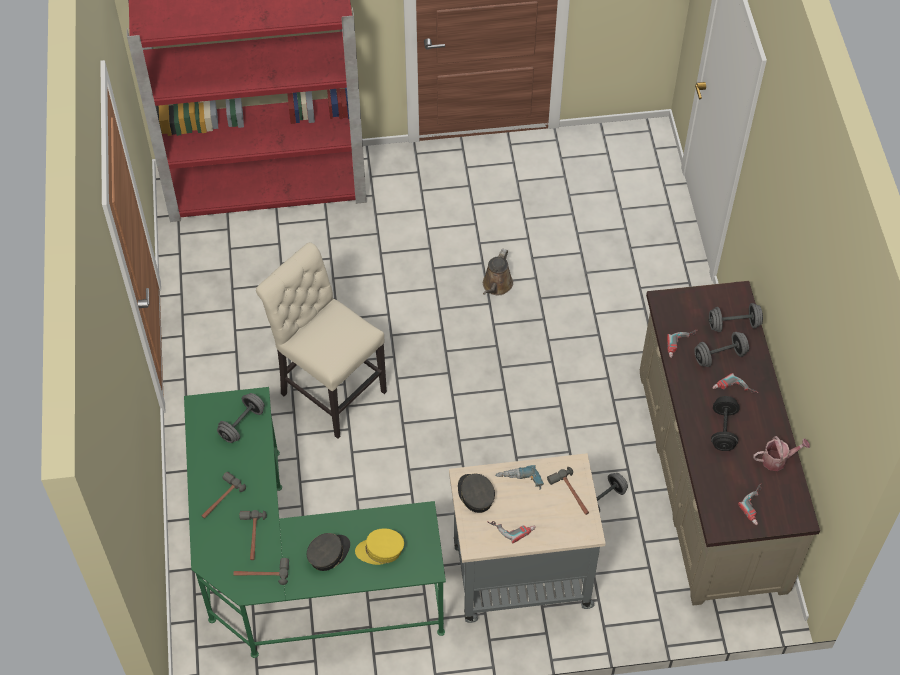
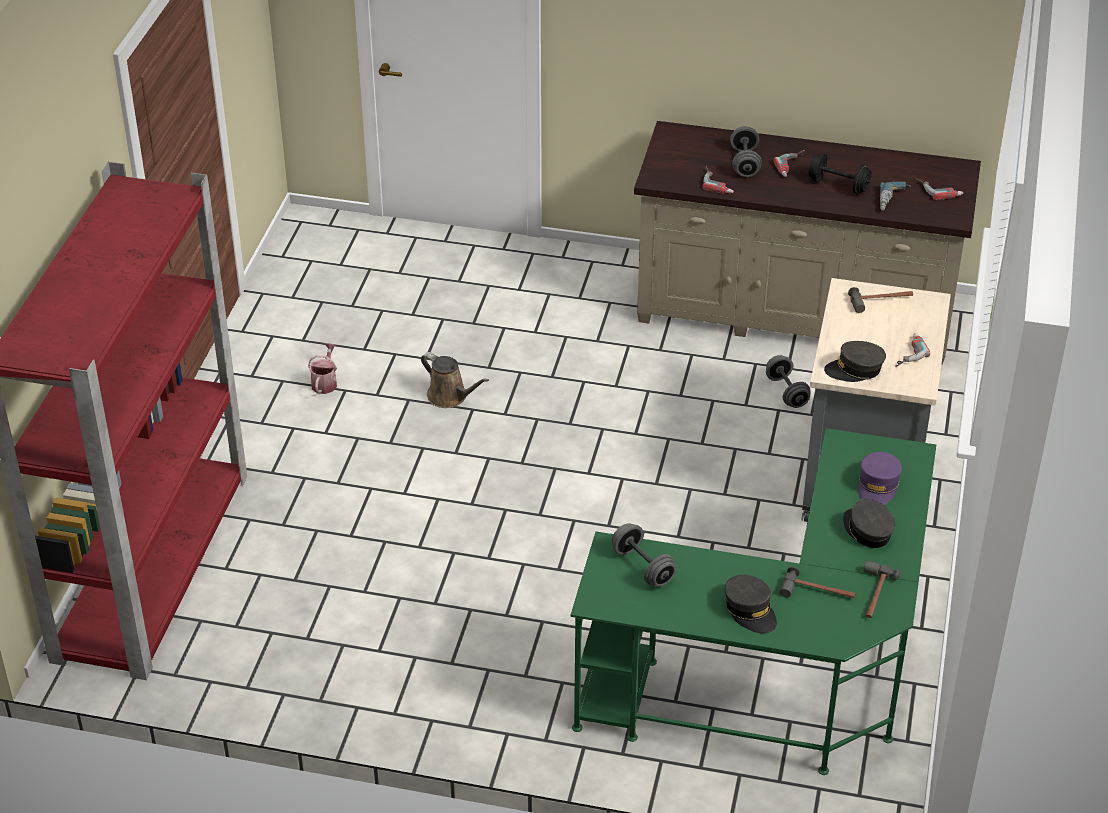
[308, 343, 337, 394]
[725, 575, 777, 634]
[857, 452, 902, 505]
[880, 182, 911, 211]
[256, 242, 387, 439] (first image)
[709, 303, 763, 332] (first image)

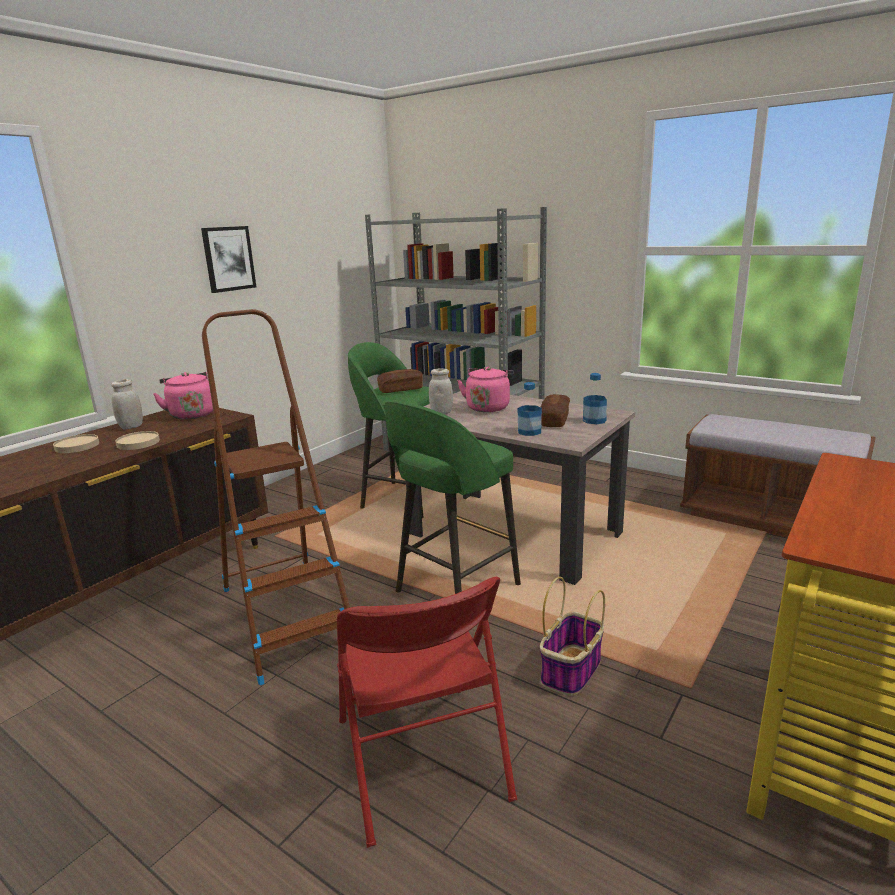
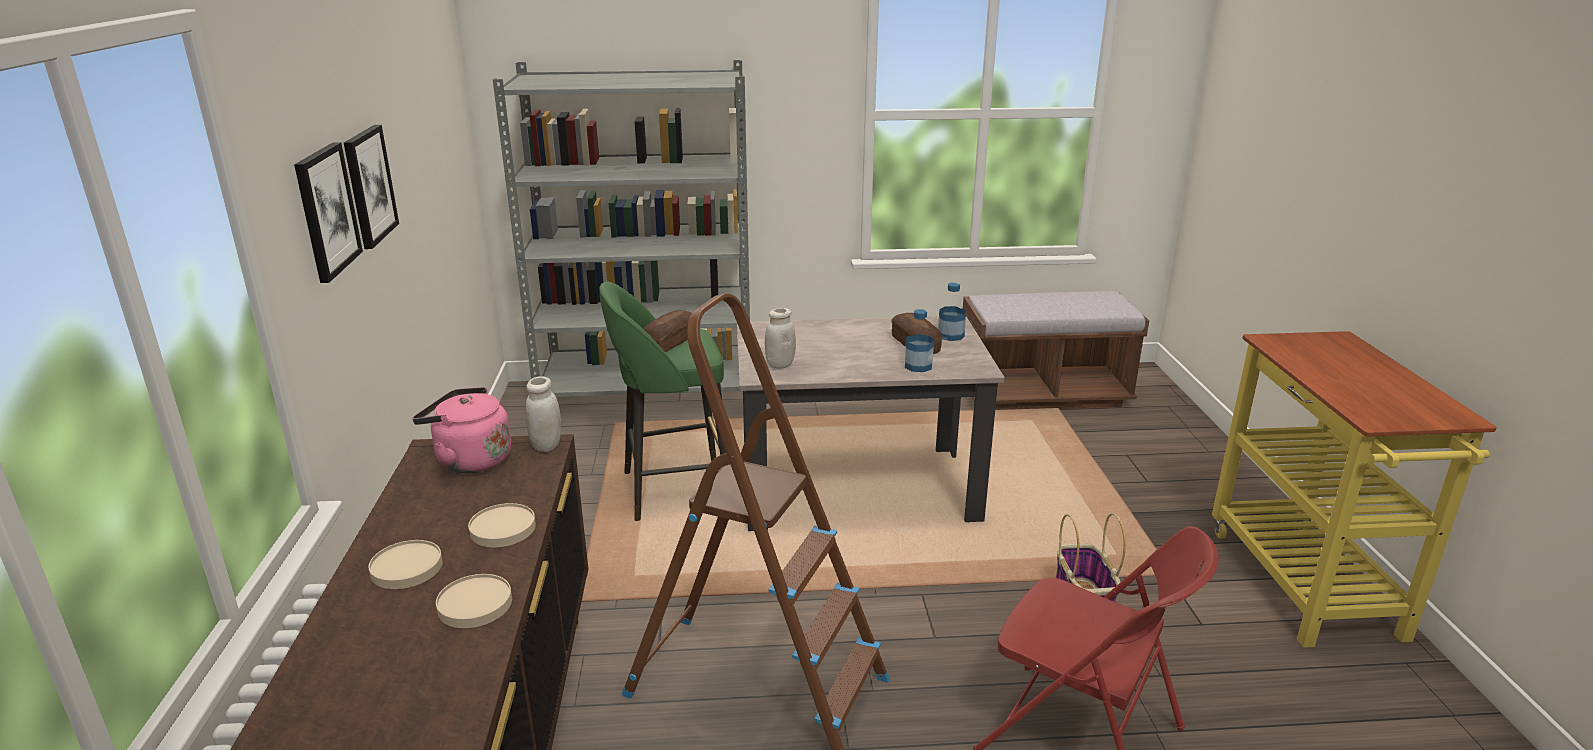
[294, 142, 363, 283]
[436, 574, 512, 628]
[525, 376, 561, 452]
[385, 400, 521, 594] (first image)
[457, 367, 513, 412] (first image)

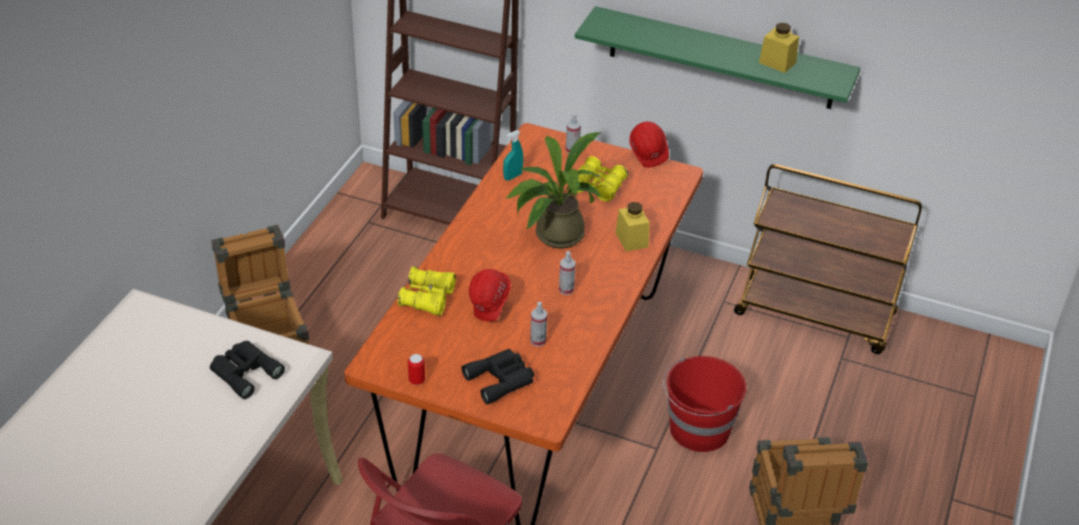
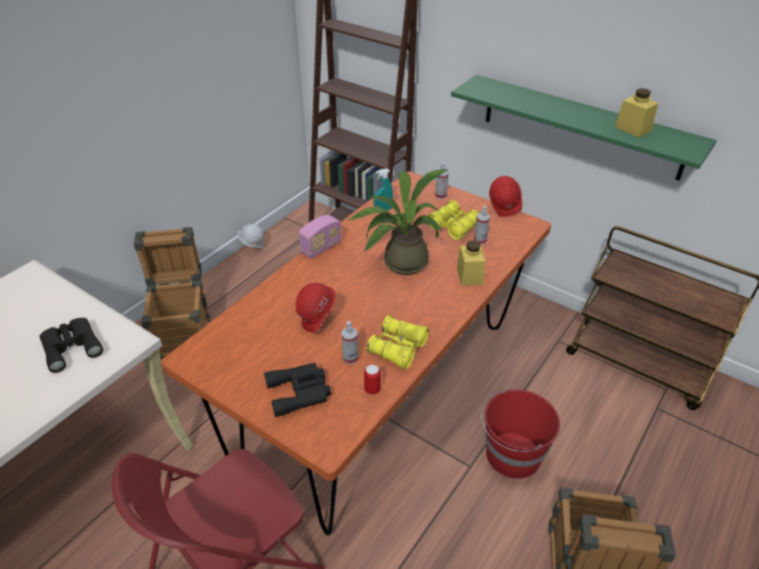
[237, 224, 264, 248]
[298, 215, 341, 259]
[364, 365, 381, 395]
[366, 315, 429, 369]
[474, 206, 490, 244]

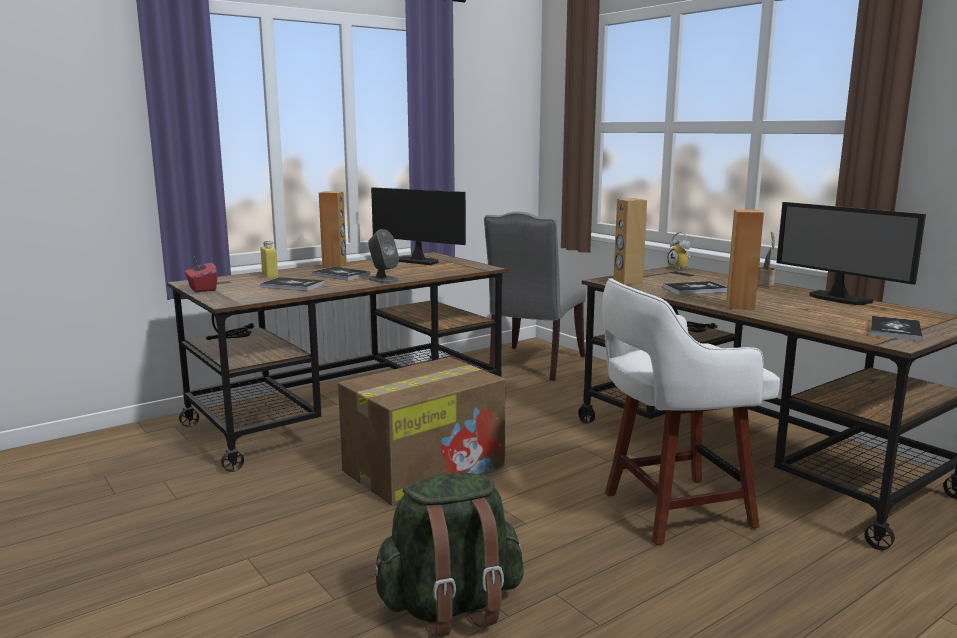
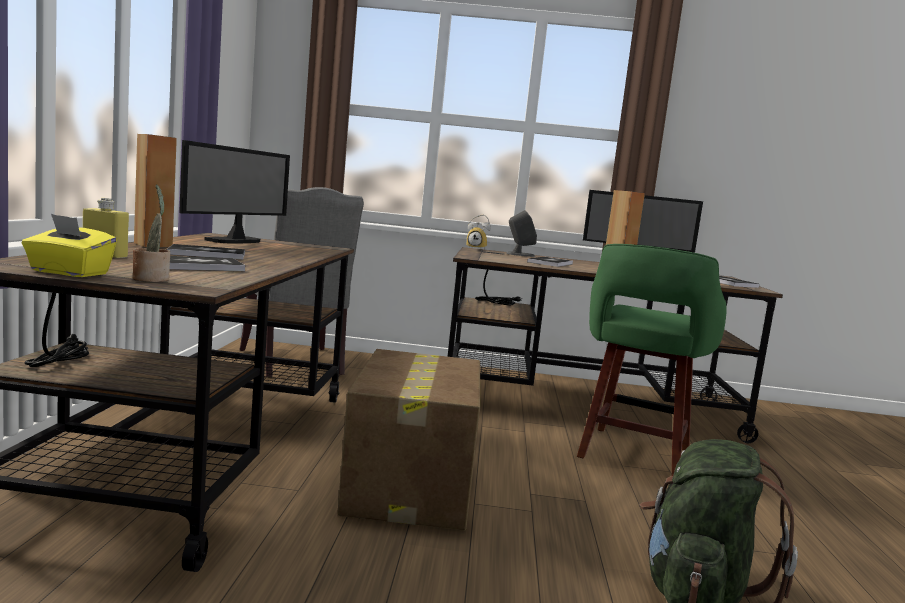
[22, 214, 117, 277]
[132, 184, 170, 282]
[179, 140, 290, 244]
[506, 210, 537, 257]
[577, 244, 727, 476]
[613, 198, 647, 285] (first image)

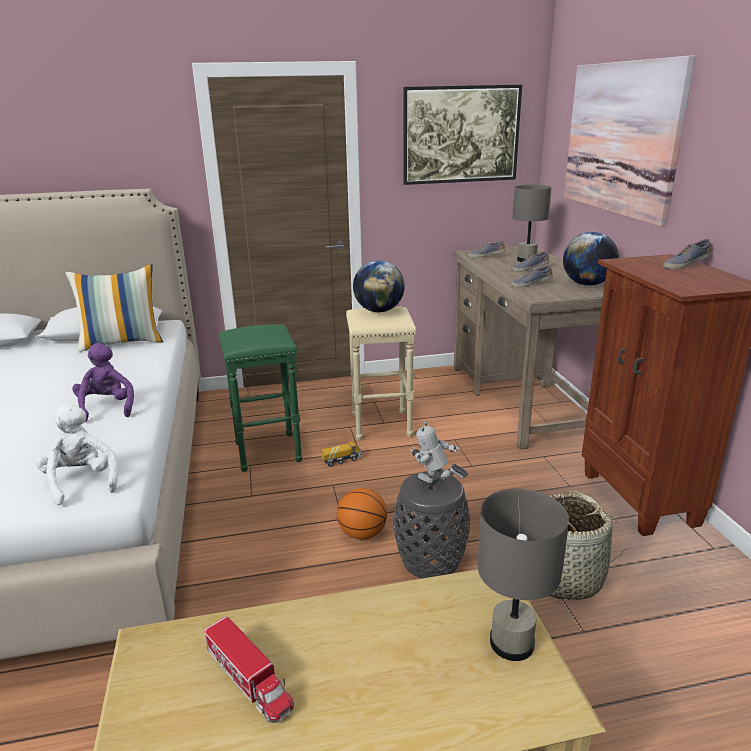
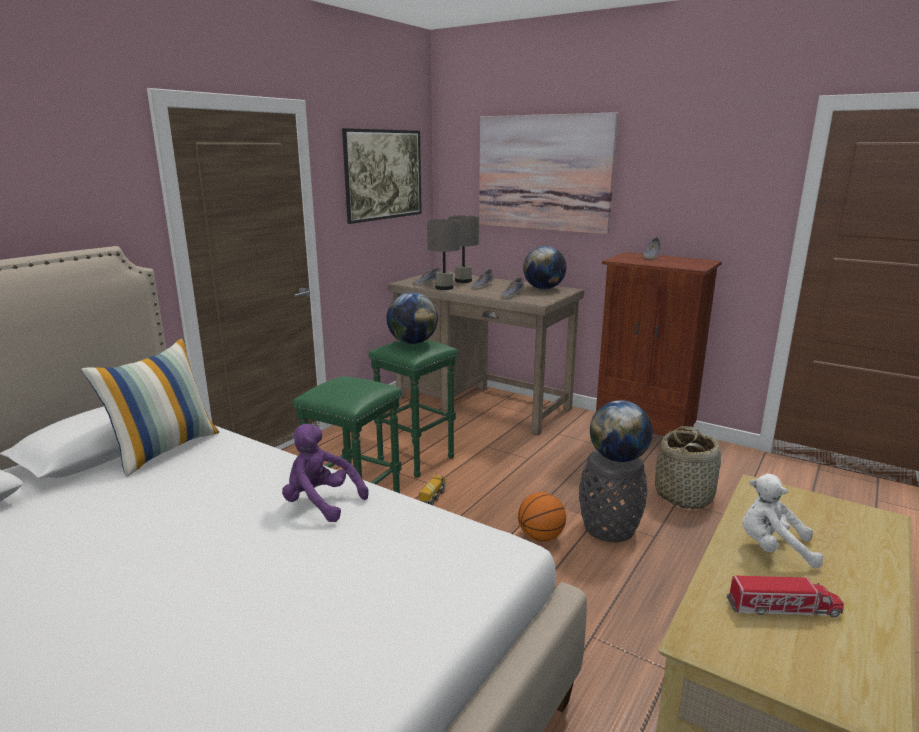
[369, 340, 458, 478]
[427, 219, 460, 290]
[590, 400, 653, 462]
[743, 474, 823, 568]

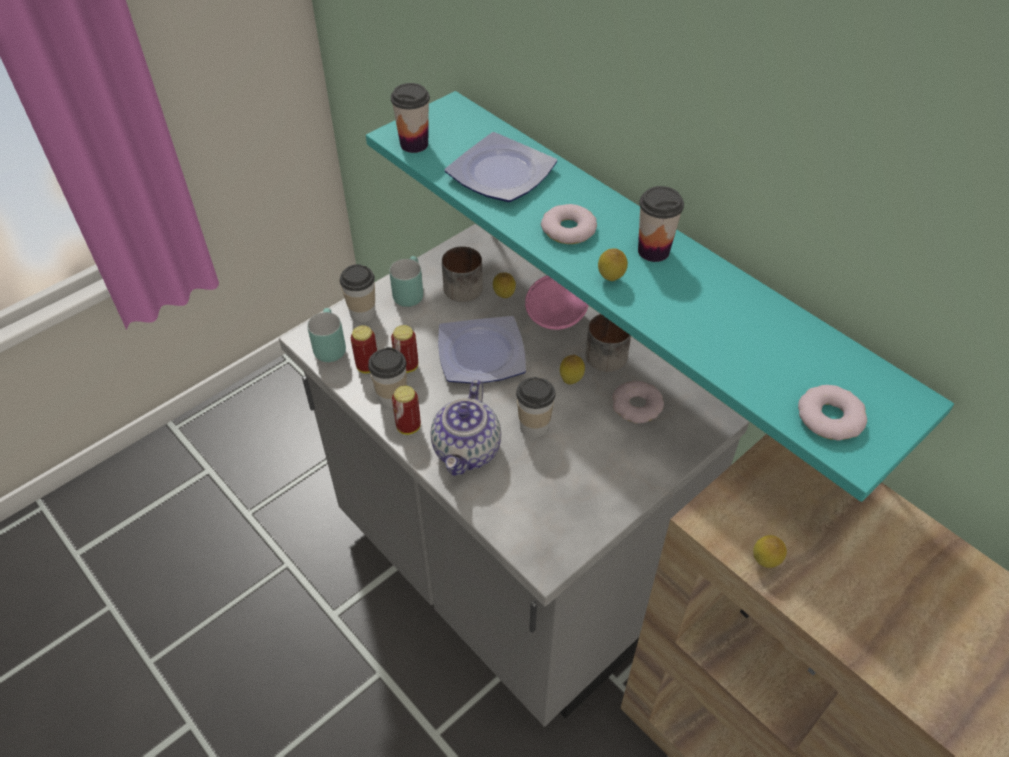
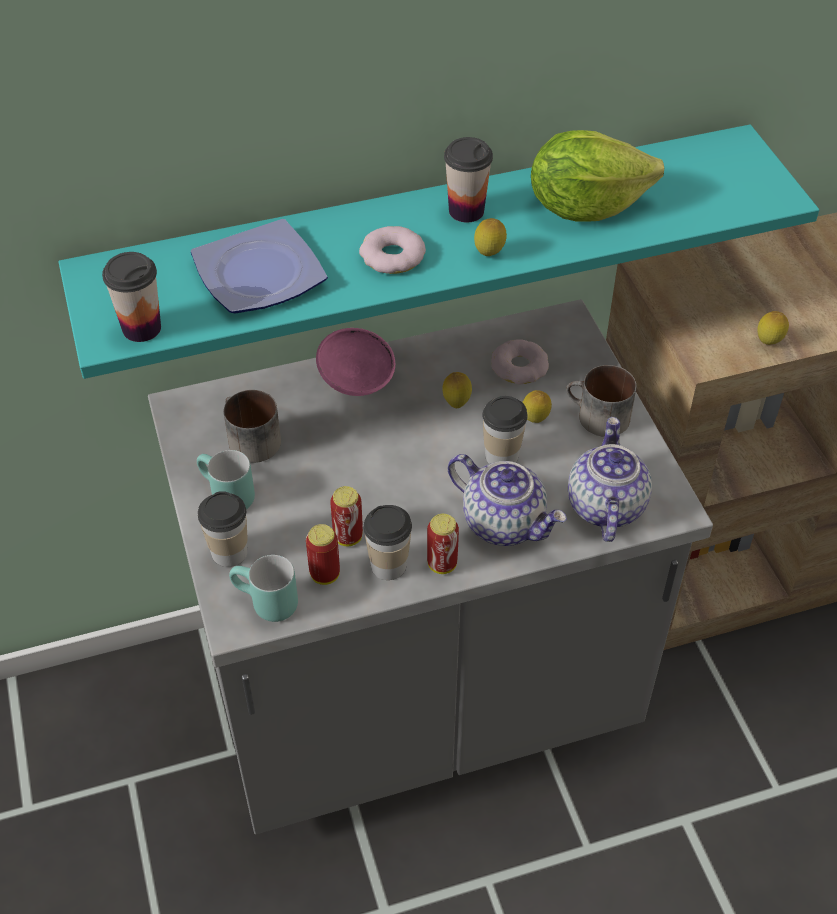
[522, 390, 552, 423]
[531, 130, 664, 222]
[566, 365, 636, 437]
[568, 417, 652, 542]
[438, 316, 526, 383] (first image)
[798, 385, 867, 441] (first image)

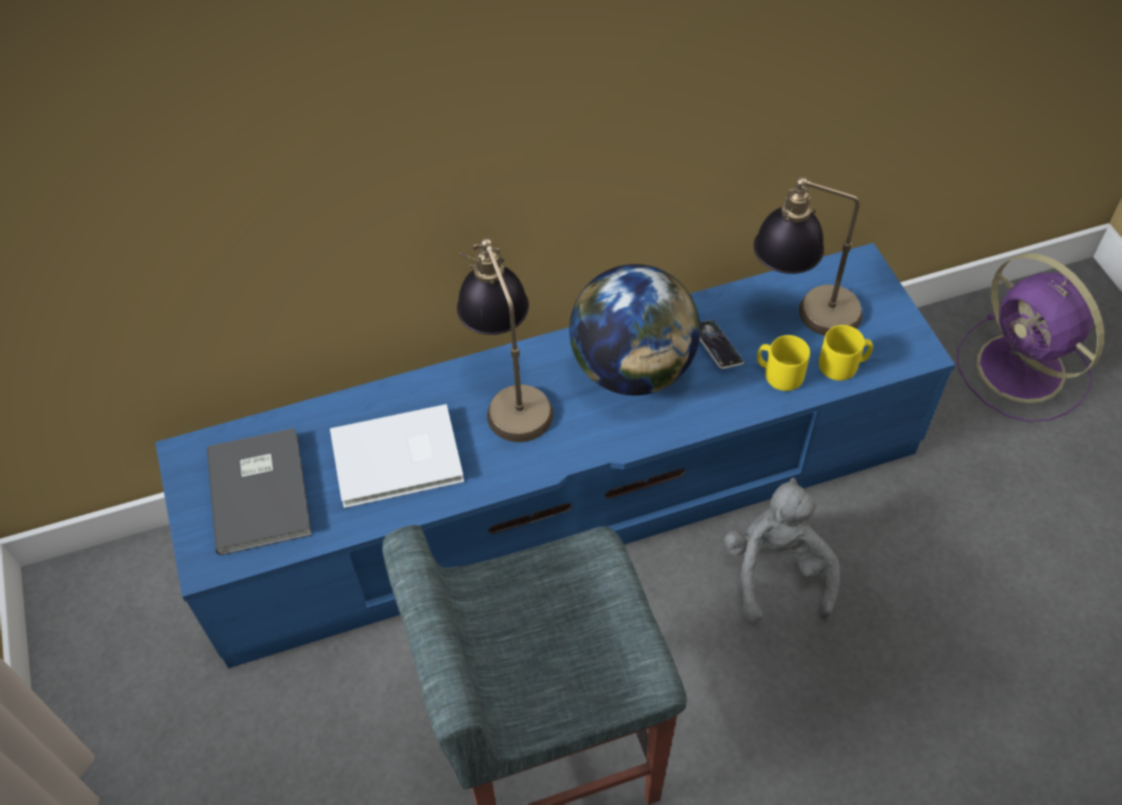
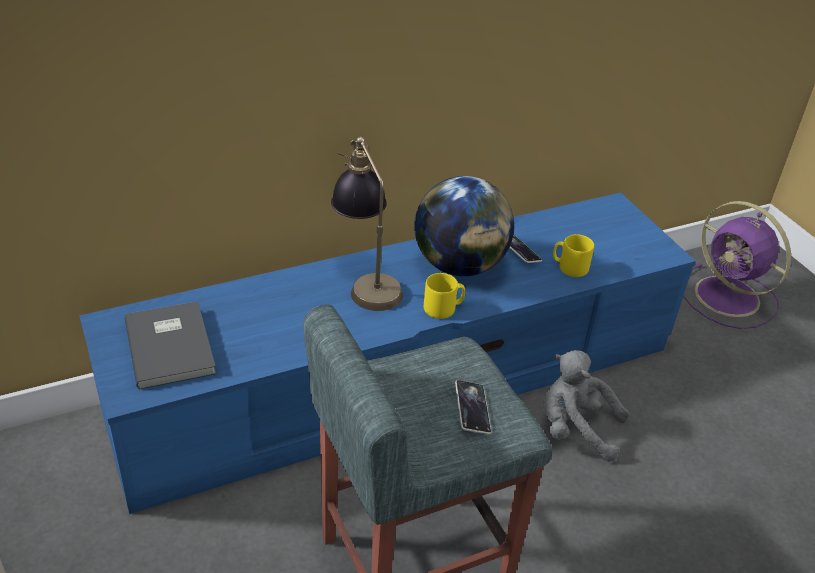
[424, 273, 465, 319]
[455, 380, 492, 435]
[544, 350, 629, 462]
[330, 404, 464, 508] (first image)
[754, 177, 862, 336] (first image)

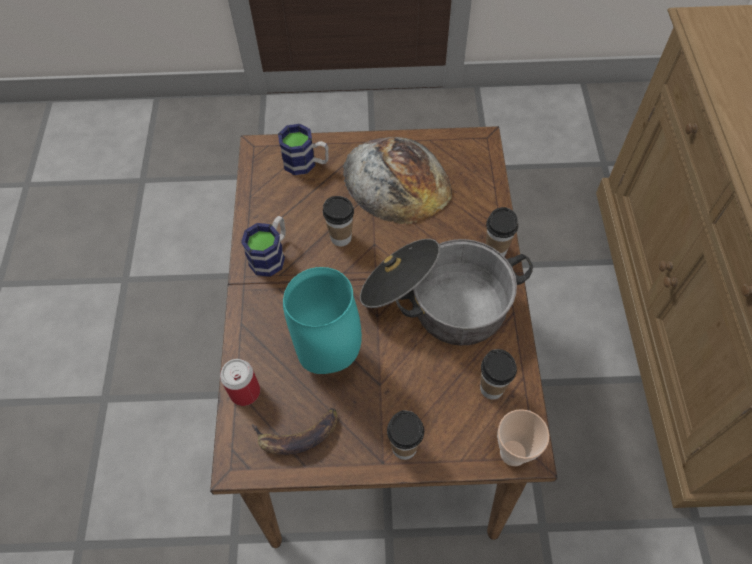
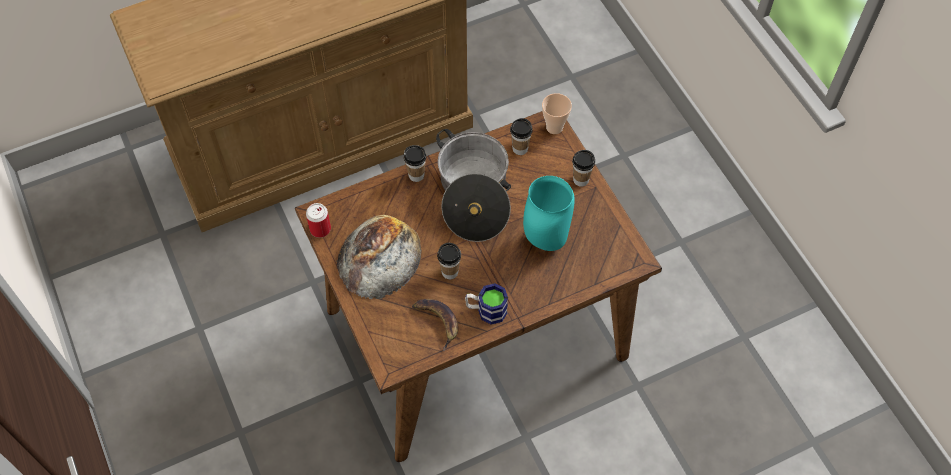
[306, 203, 331, 238]
[412, 299, 458, 351]
[278, 124, 329, 175] (first image)

